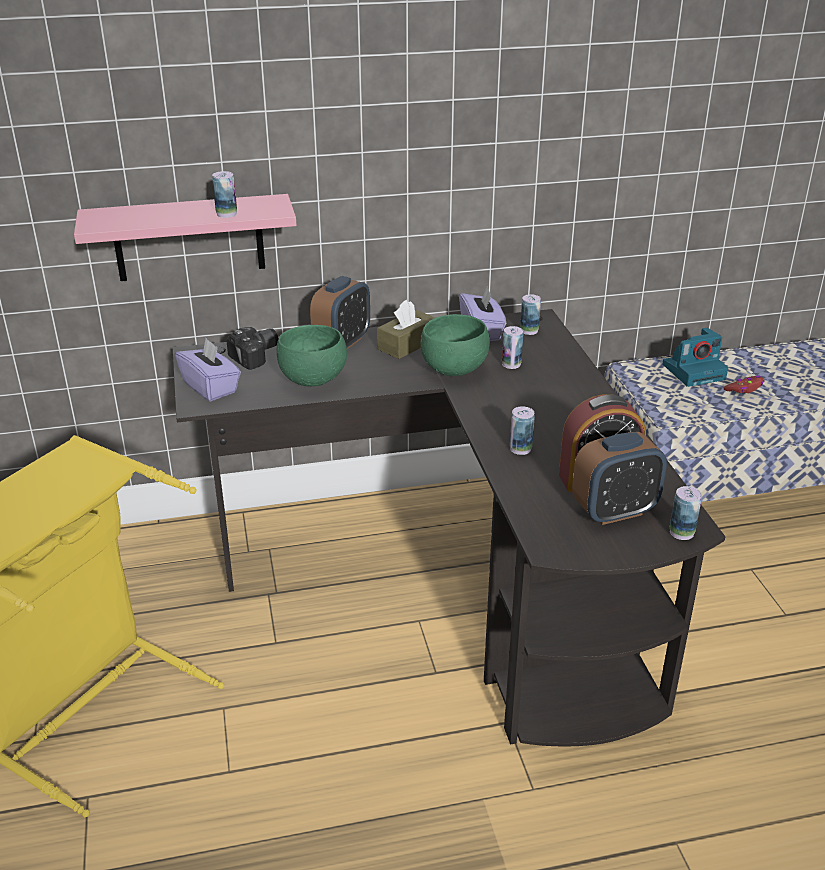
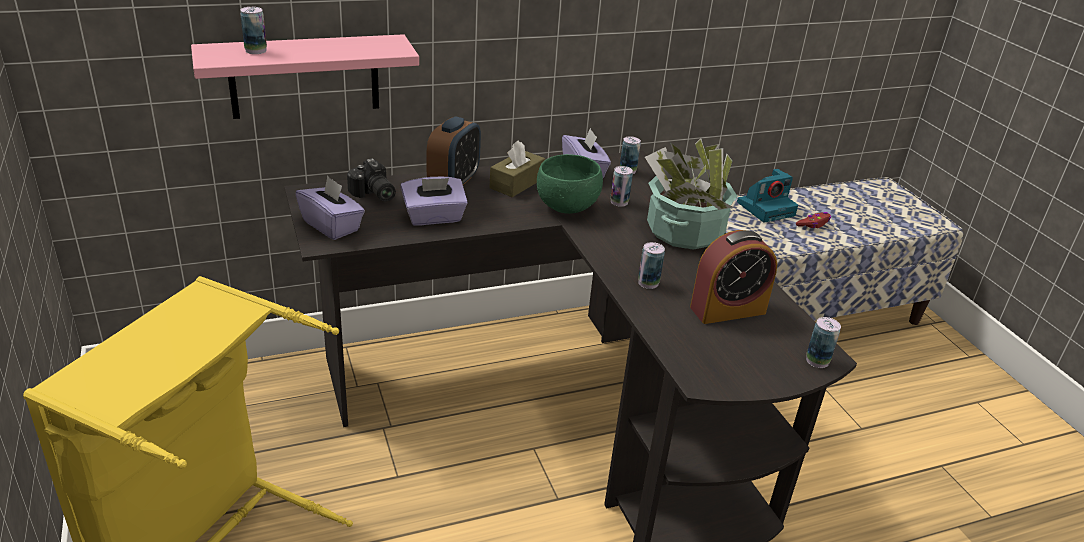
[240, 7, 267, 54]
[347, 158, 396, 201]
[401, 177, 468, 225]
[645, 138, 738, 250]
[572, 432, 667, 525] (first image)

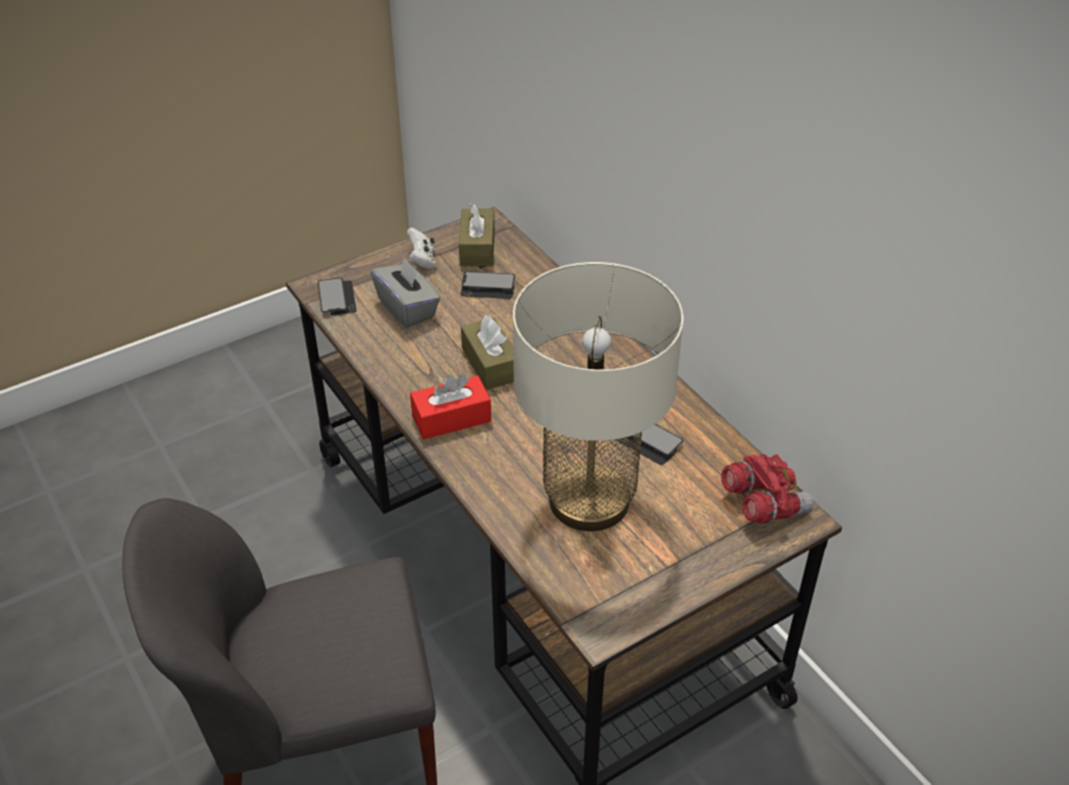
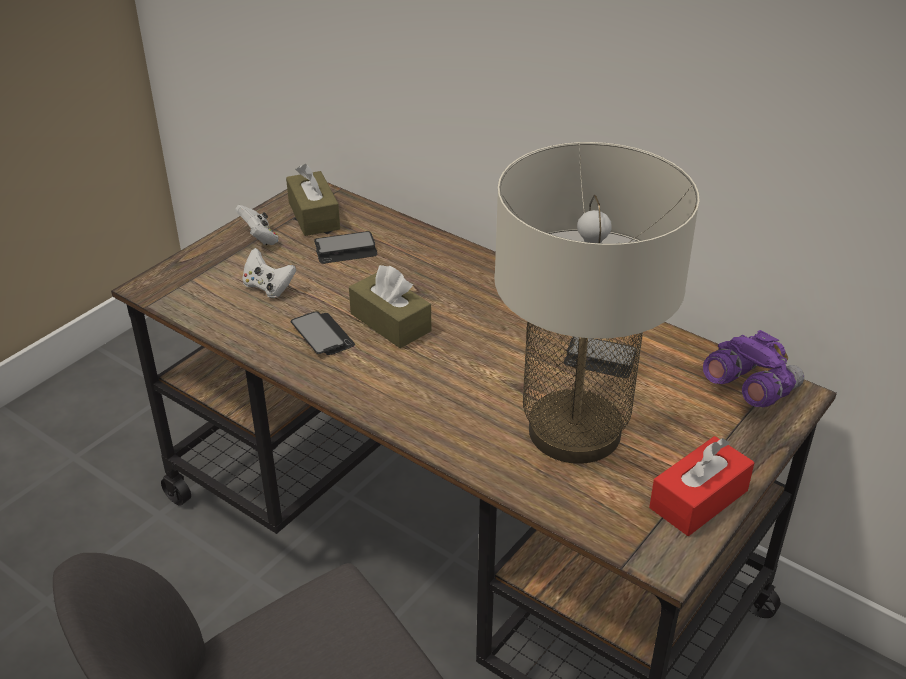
[242, 248, 296, 298]
[291, 311, 355, 355]
[649, 436, 754, 536]
[703, 330, 804, 407]

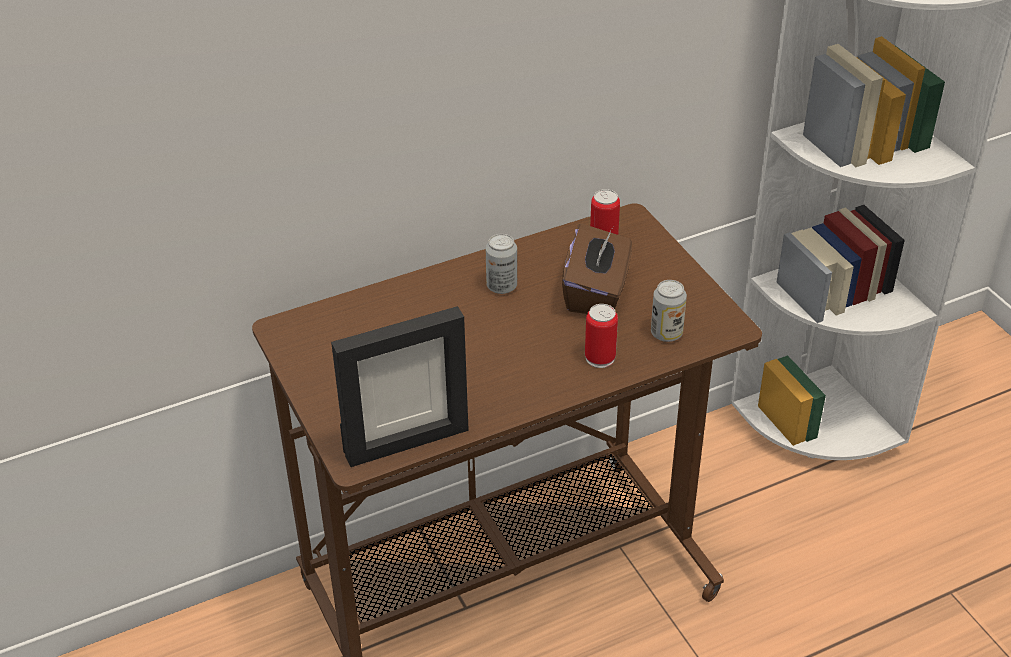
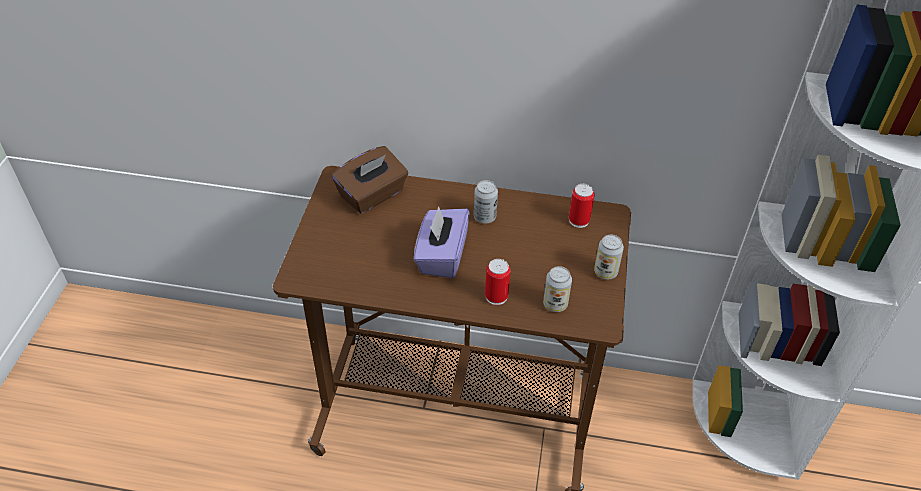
[332, 146, 408, 214]
[414, 206, 470, 278]
[594, 235, 624, 280]
[331, 306, 469, 467] (first image)

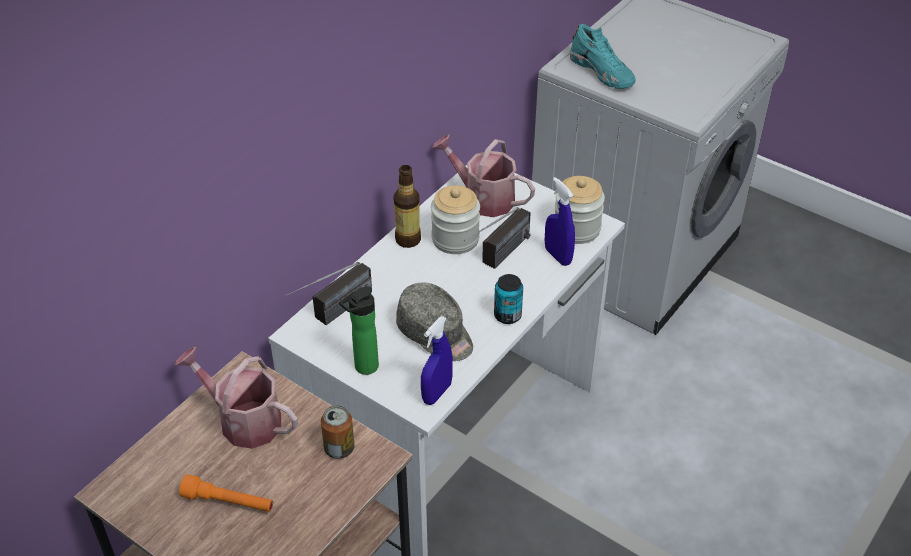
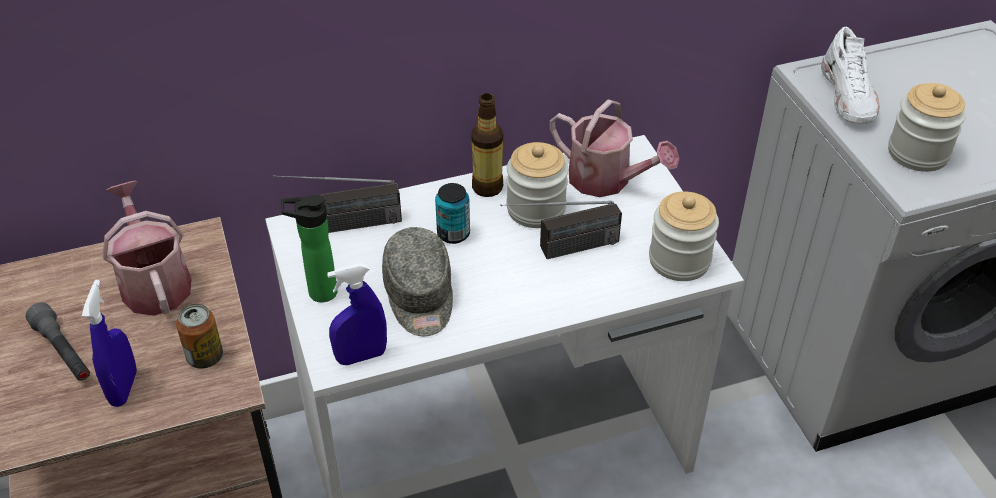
[25, 302, 90, 381]
[82, 280, 137, 407]
[435, 183, 470, 244]
[549, 99, 680, 197]
[821, 27, 880, 124]
[888, 83, 966, 172]

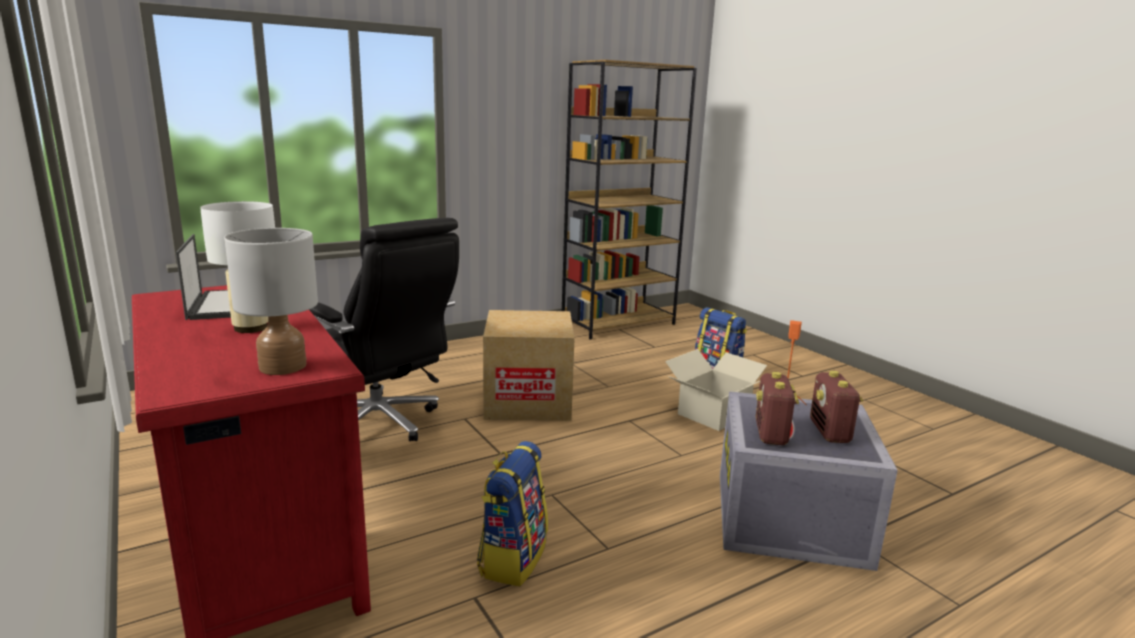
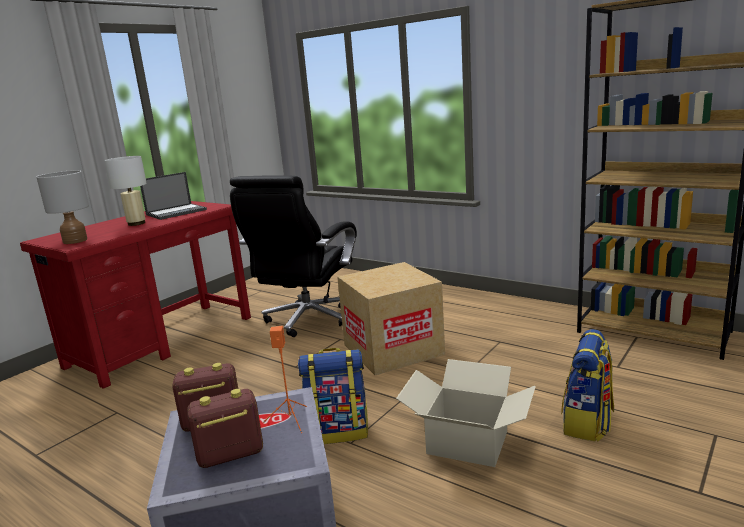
[298, 348, 368, 444]

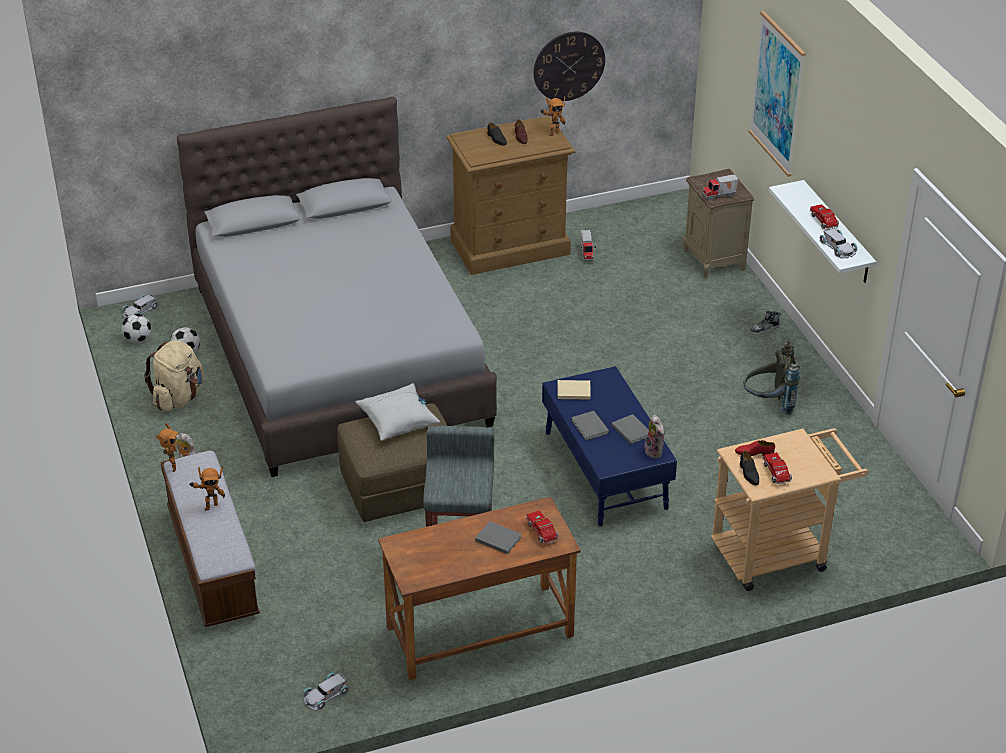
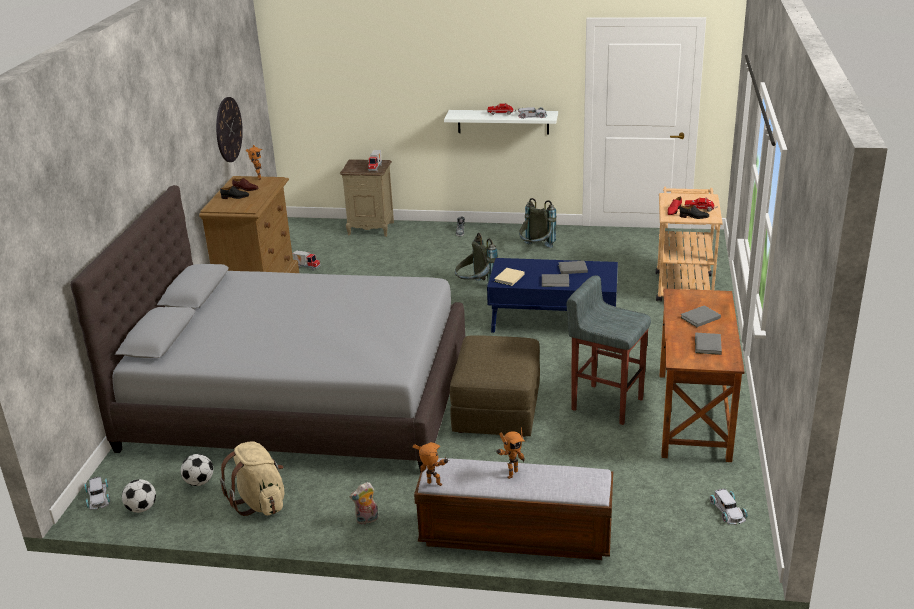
[455, 233, 498, 286]
[496, 427, 525, 479]
[695, 332, 722, 355]
[355, 383, 440, 441] (first image)
[526, 510, 559, 544] (first image)
[644, 415, 665, 458] (first image)
[749, 11, 806, 177] (first image)

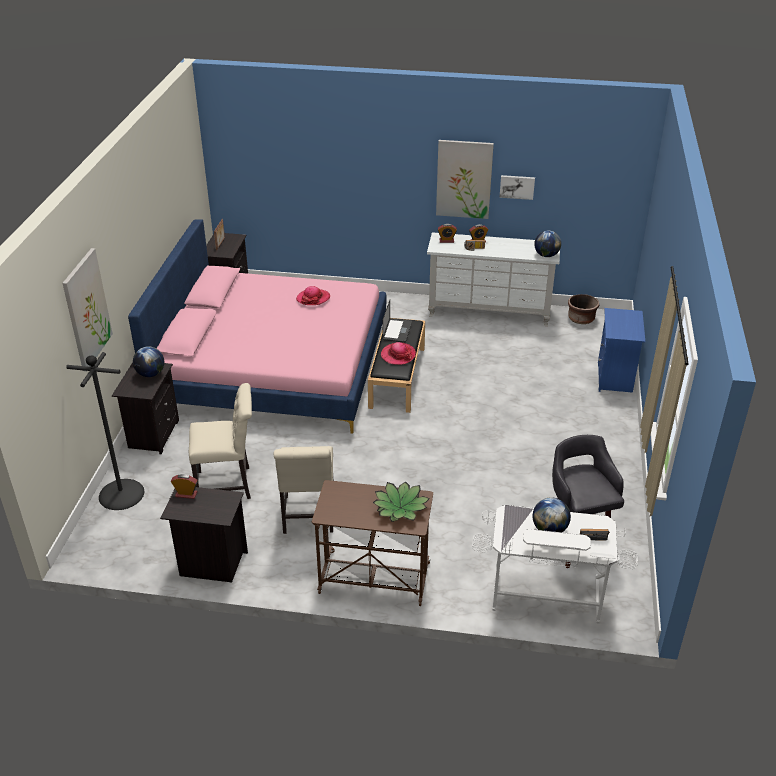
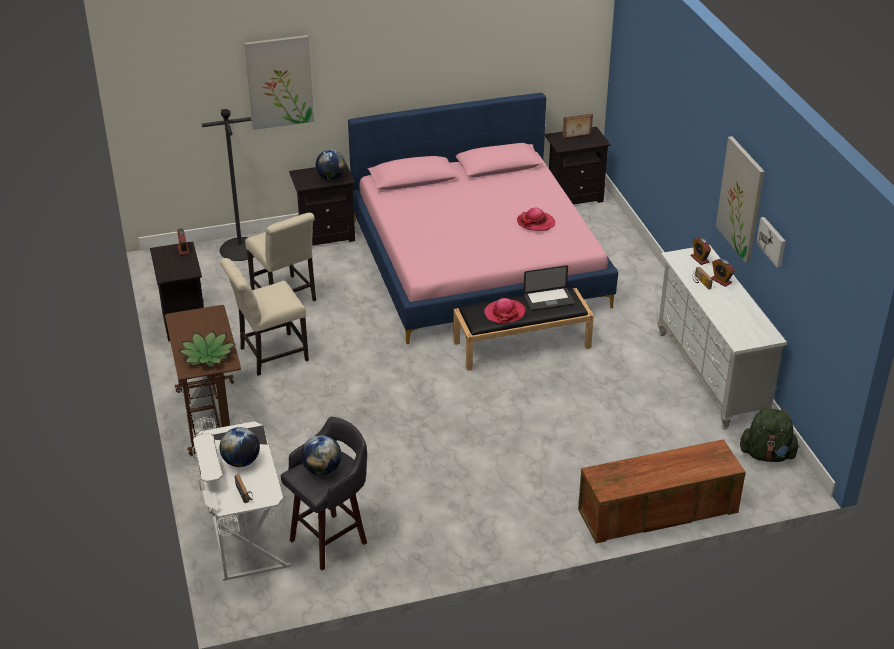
[301, 435, 341, 475]
[578, 439, 746, 543]
[740, 408, 800, 462]

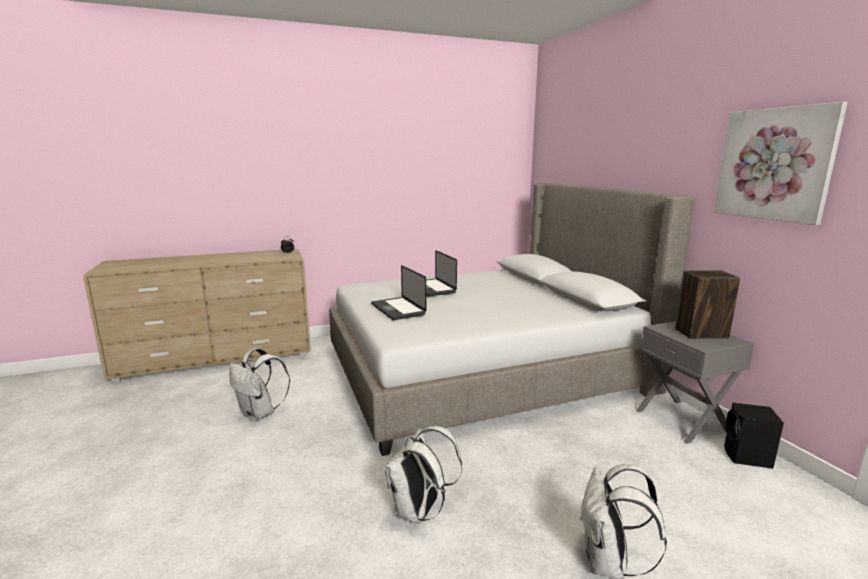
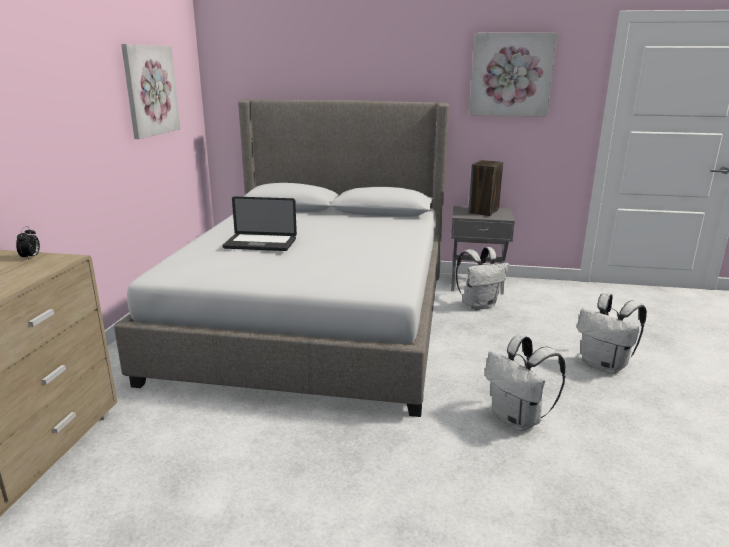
[121, 44, 180, 139]
[456, 247, 509, 310]
[371, 265, 426, 320] (first image)
[724, 403, 784, 469] (first image)

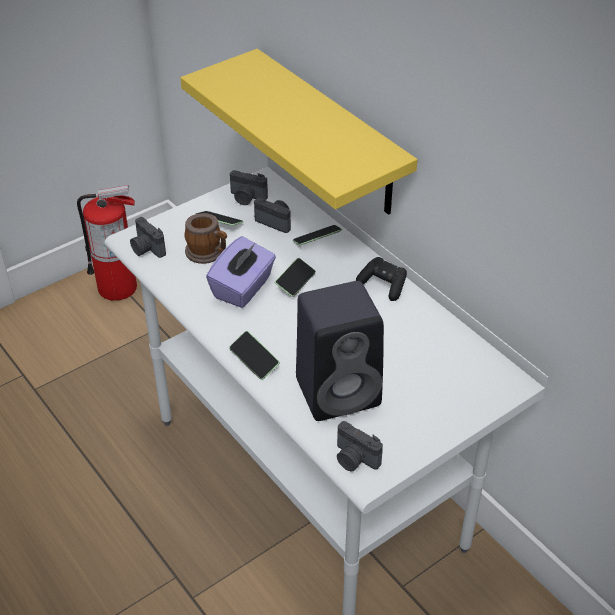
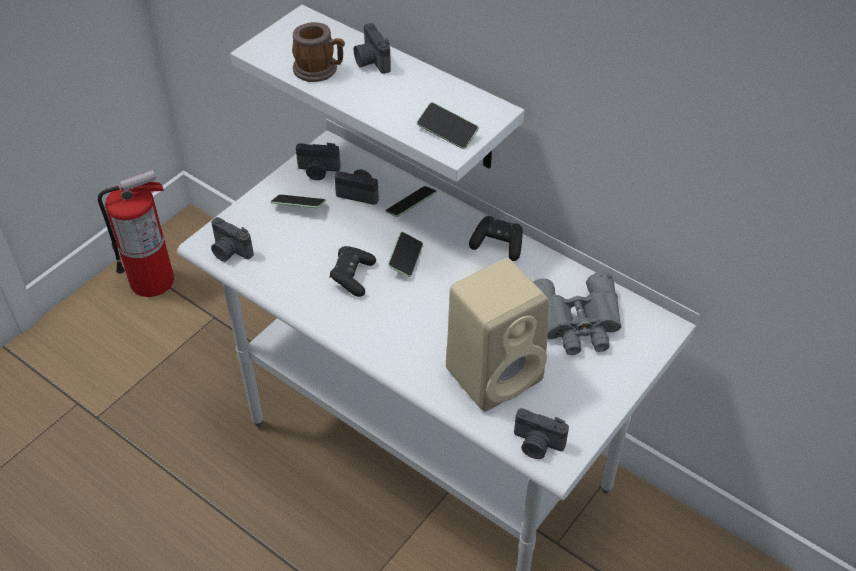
[230, 5, 525, 182]
[292, 22, 345, 82]
[330, 246, 376, 297]
[354, 23, 391, 74]
[417, 102, 479, 149]
[446, 258, 549, 411]
[533, 272, 621, 355]

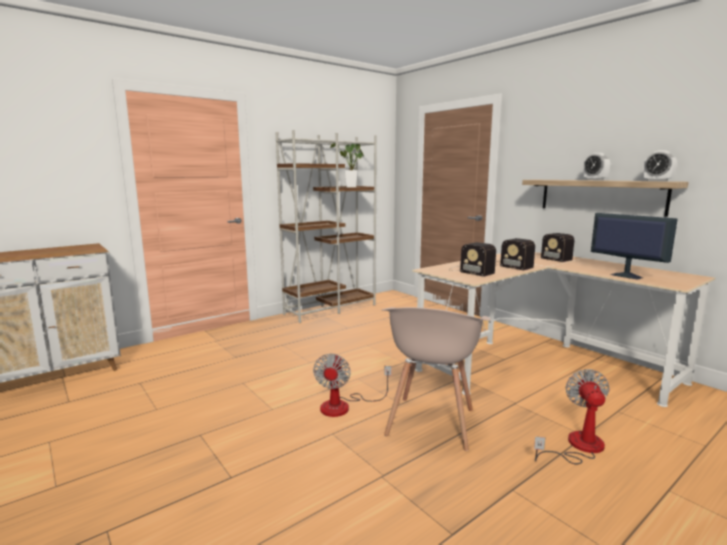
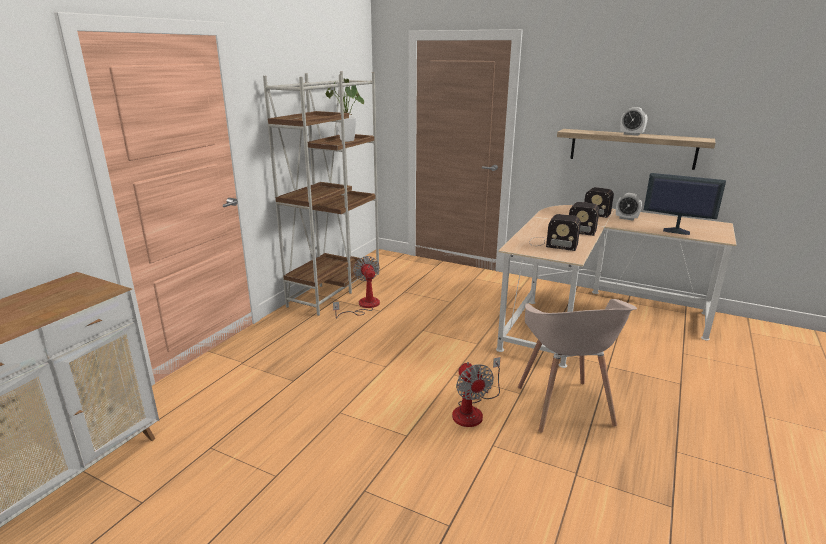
[333, 256, 380, 319]
[616, 193, 642, 221]

